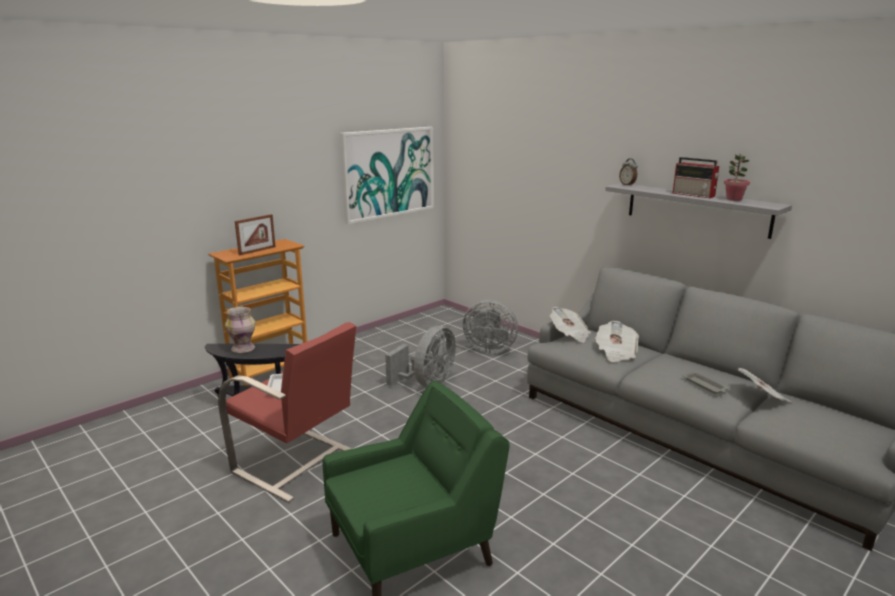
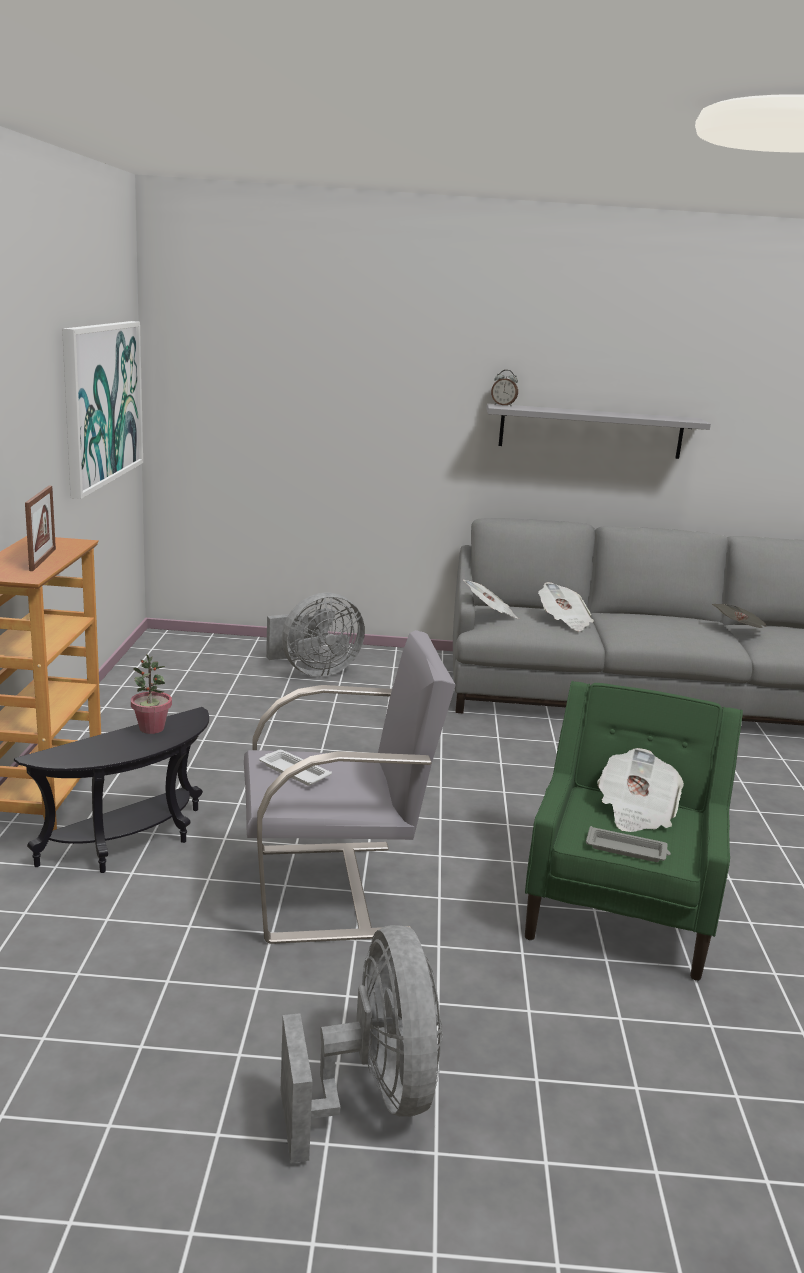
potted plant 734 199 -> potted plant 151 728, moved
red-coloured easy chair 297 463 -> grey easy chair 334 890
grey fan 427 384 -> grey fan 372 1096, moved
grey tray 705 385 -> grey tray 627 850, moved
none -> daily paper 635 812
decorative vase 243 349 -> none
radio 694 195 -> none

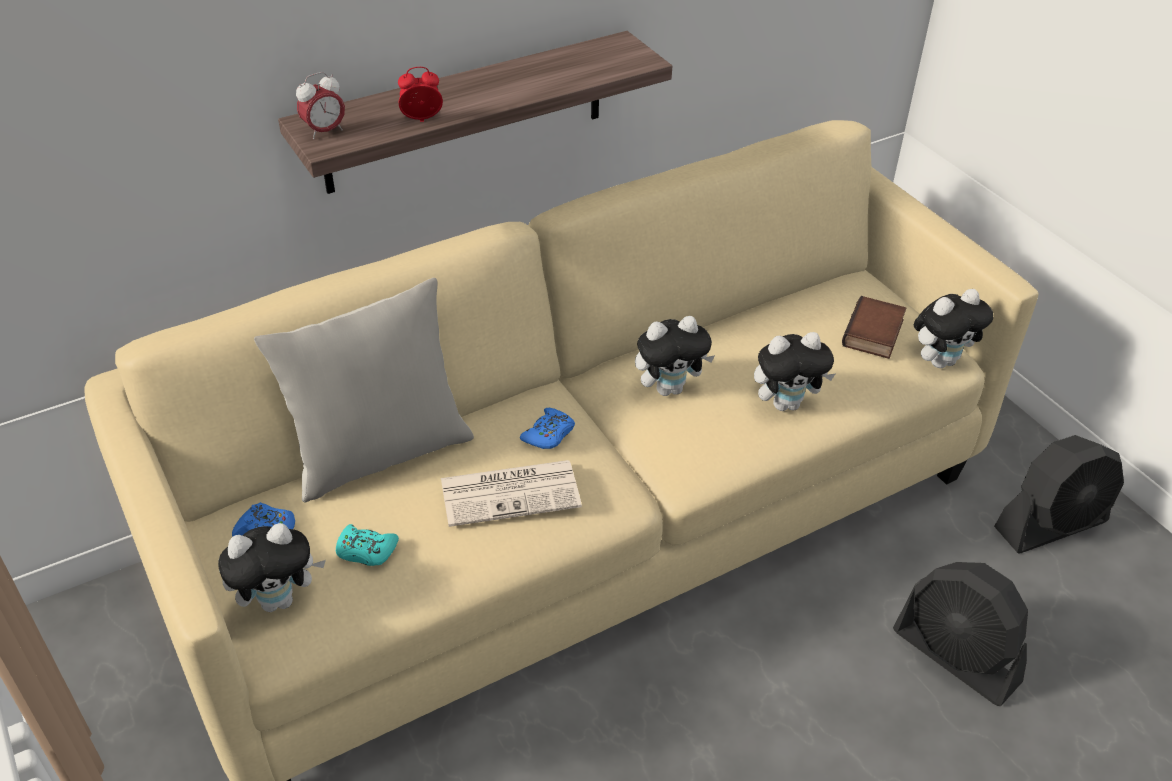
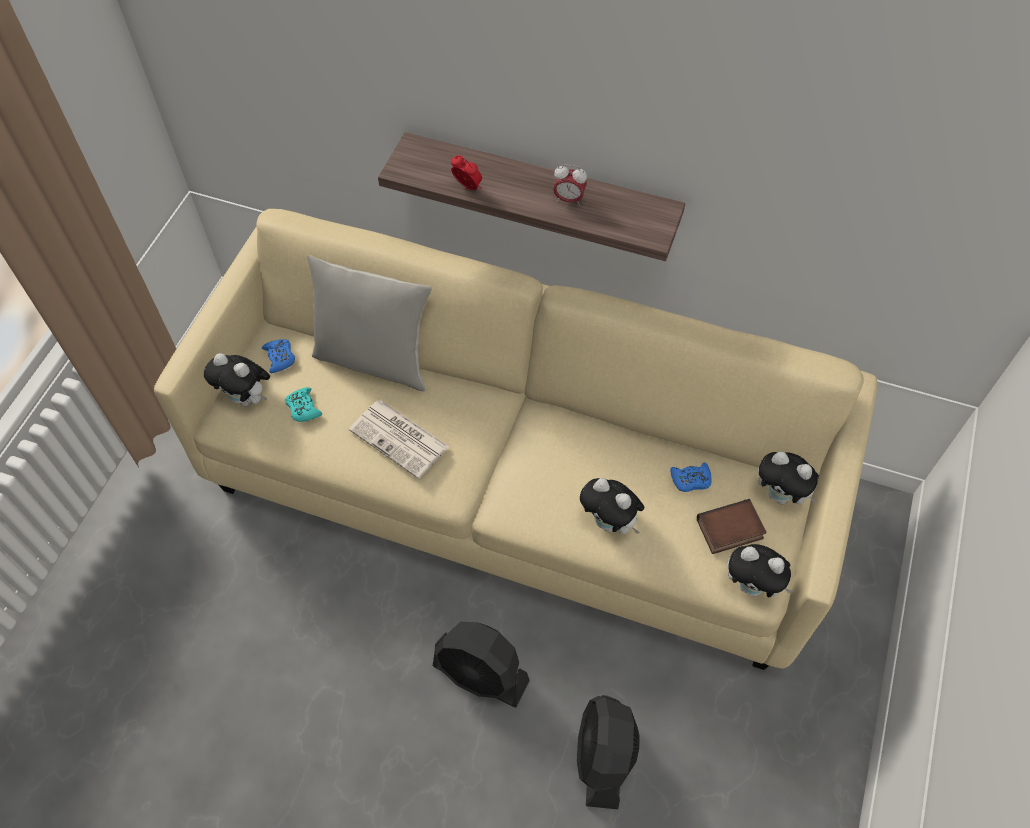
blackish fan 1051 525 -> blackish fan 481 674, moved
bedside clock 324 131 -> bedside clock 568 199, moved
blue game controller 549 434 -> blue game controller 691 480, moved
plush toy 669 388 -> plush toy 780 495, moved

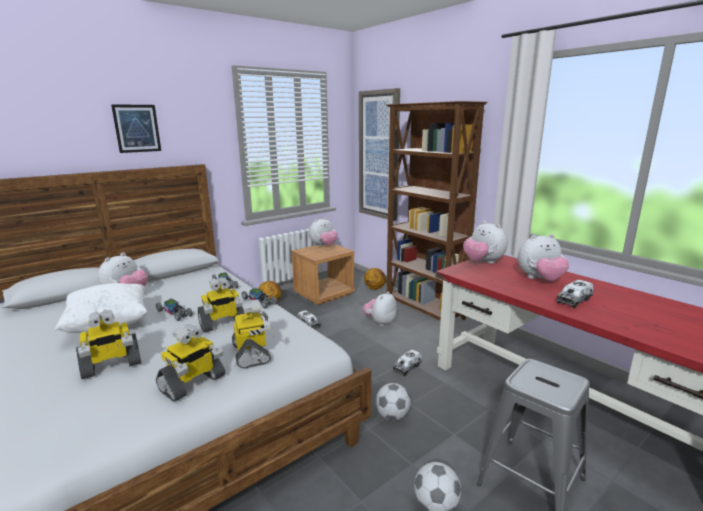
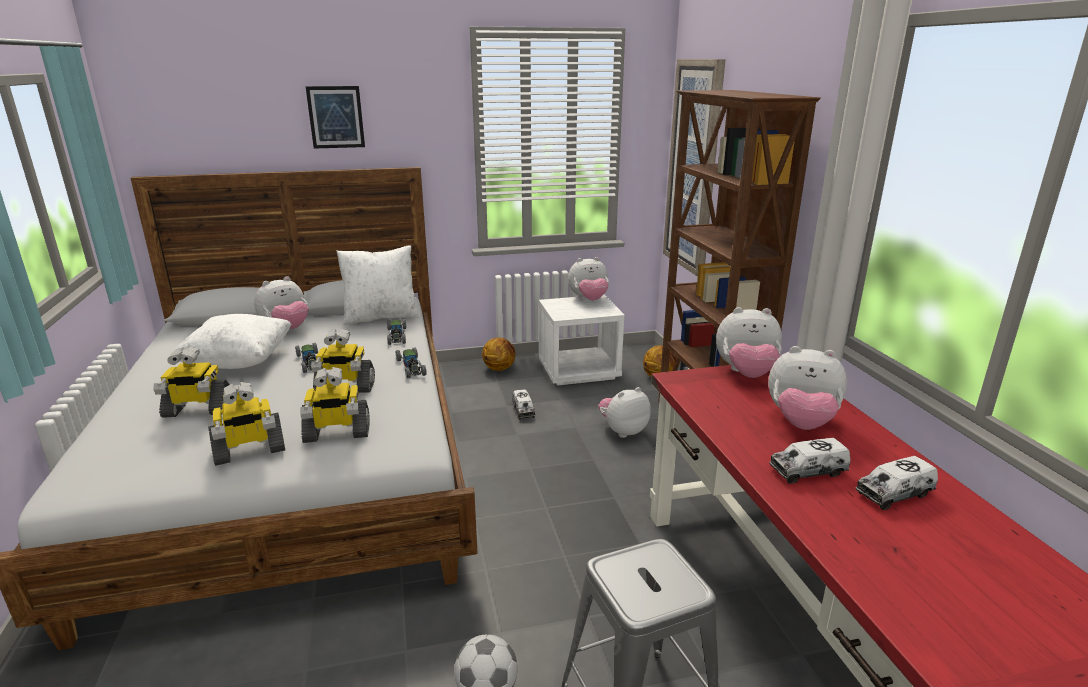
robot figure 252 353 -> robot figure 336 433, 75 degrees clockwise
none -> white-coloured pillow 381 317
brown-coloured nightstand 324 294 -> white-coloured nightstand 579 371
plush toy 483 262 -> plush toy 746 373, 75 degrees counterclockwise
toy lorry 407 367 -> toy lorry 894 493, moved
football 392 415 -> none

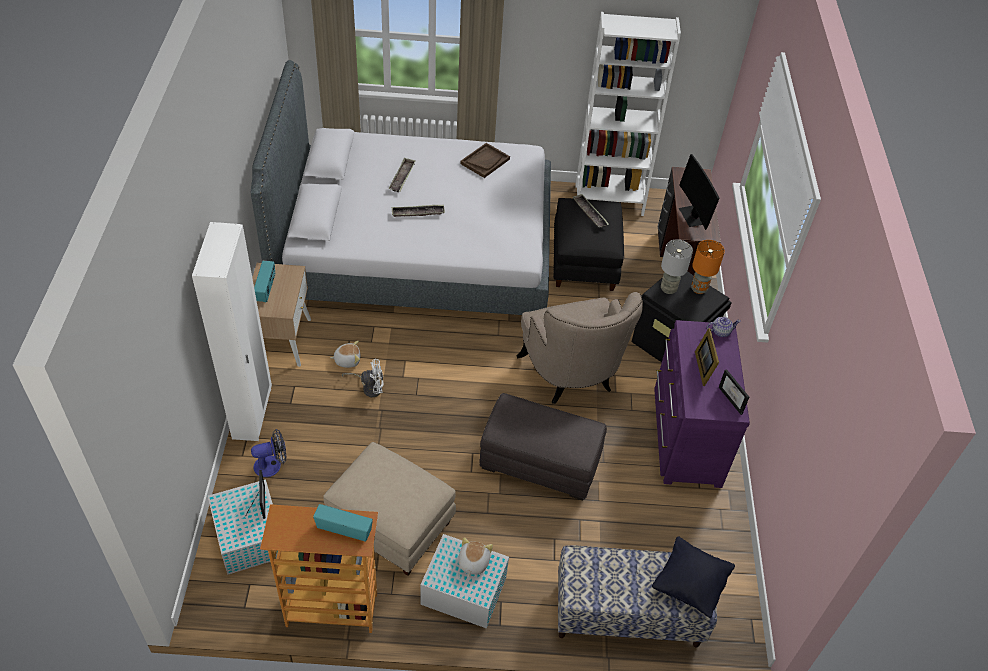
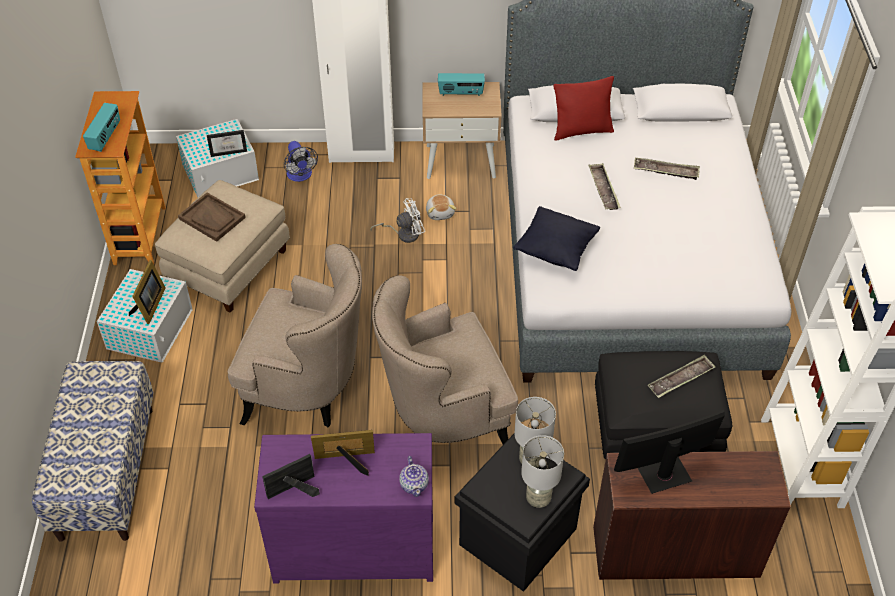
plush toy 473 562 -> photo frame 149 306
brown-coloured tray 485 161 -> brown-coloured tray 212 218, moved
grey ottoman 540 462 -> sand-coloured easy chair 308 388
white-coloured fan 369 387 -> white-coloured fan 404 234, 105 degrees counterclockwise
blackish pillow 690 584 -> blackish pillow 555 251, moved
orange lamp for a table 699 289 -> grey lamp for a table 538 499
none -> red-coloured pillow 581 131

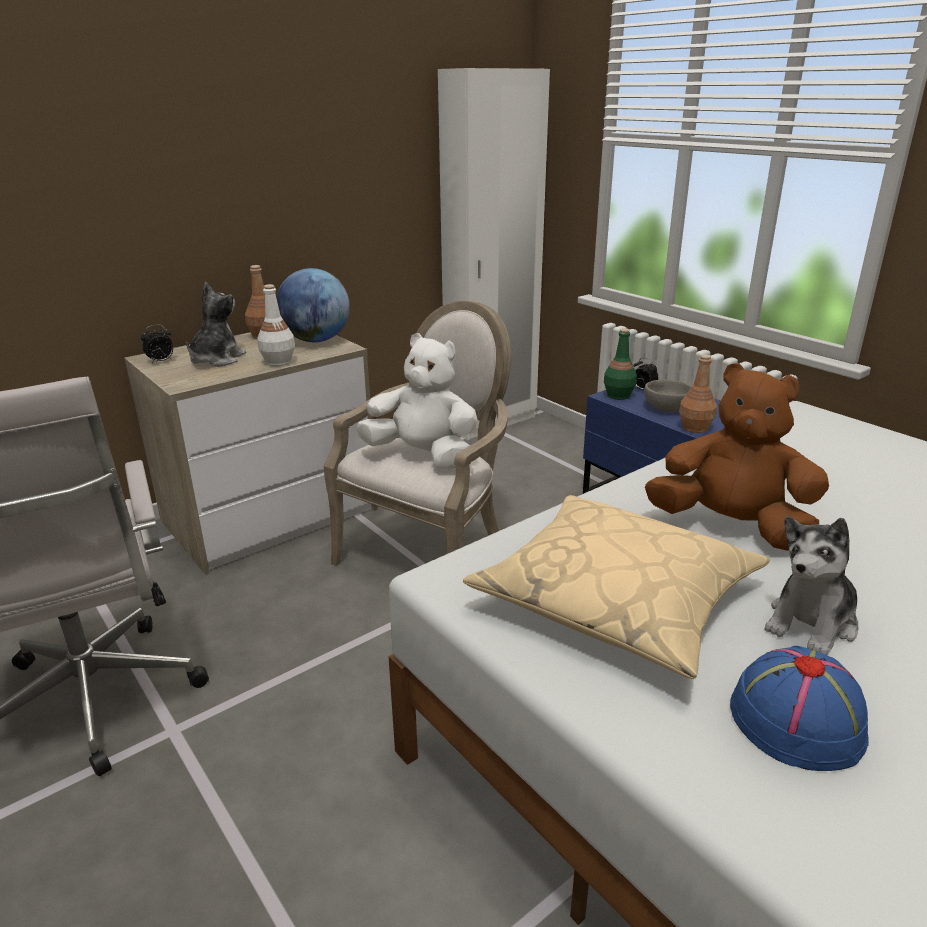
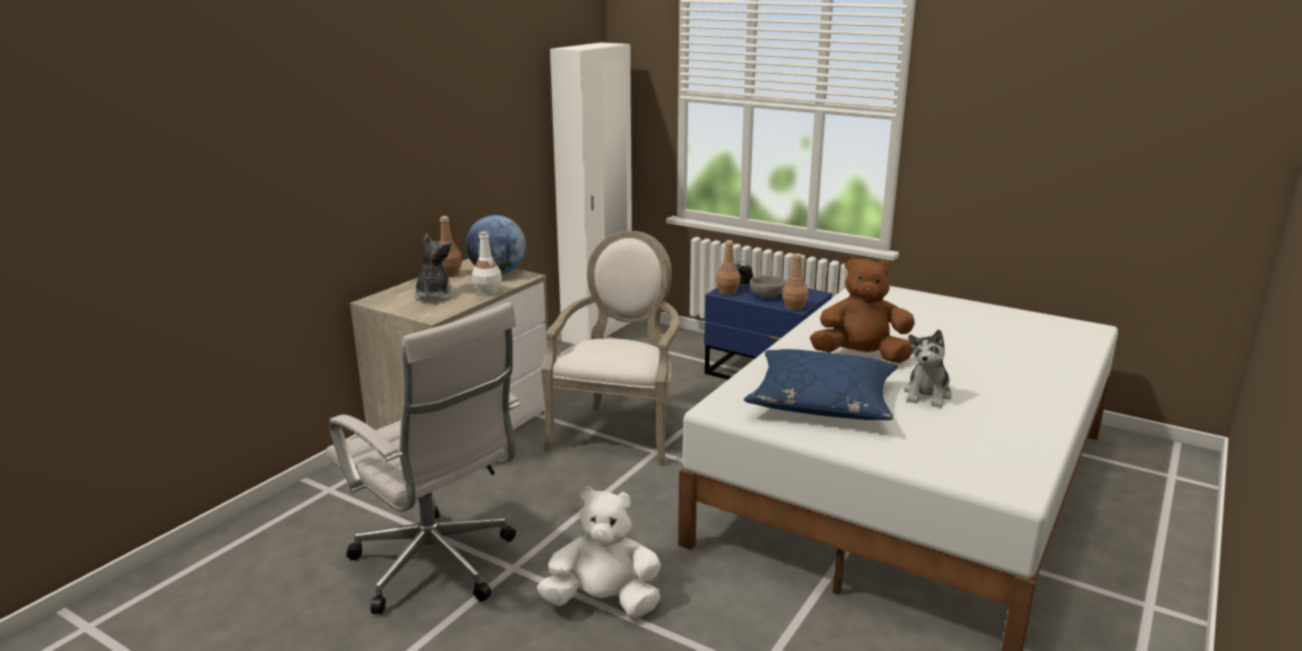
white-coloured plush toy 423 456 -> white-coloured plush toy 603 602, moved
green-coloured bottle 618 396 -> brown-coloured bottle 727 292
sand-coloured pillow 616 598 -> blue pillow 822 401
bedside clock 161 362 -> none
blue hat 797 718 -> none

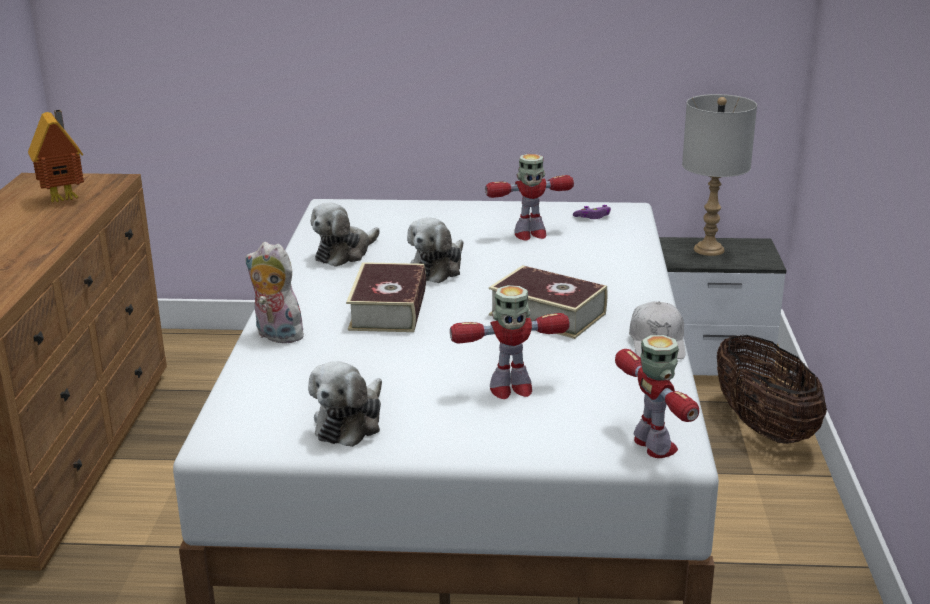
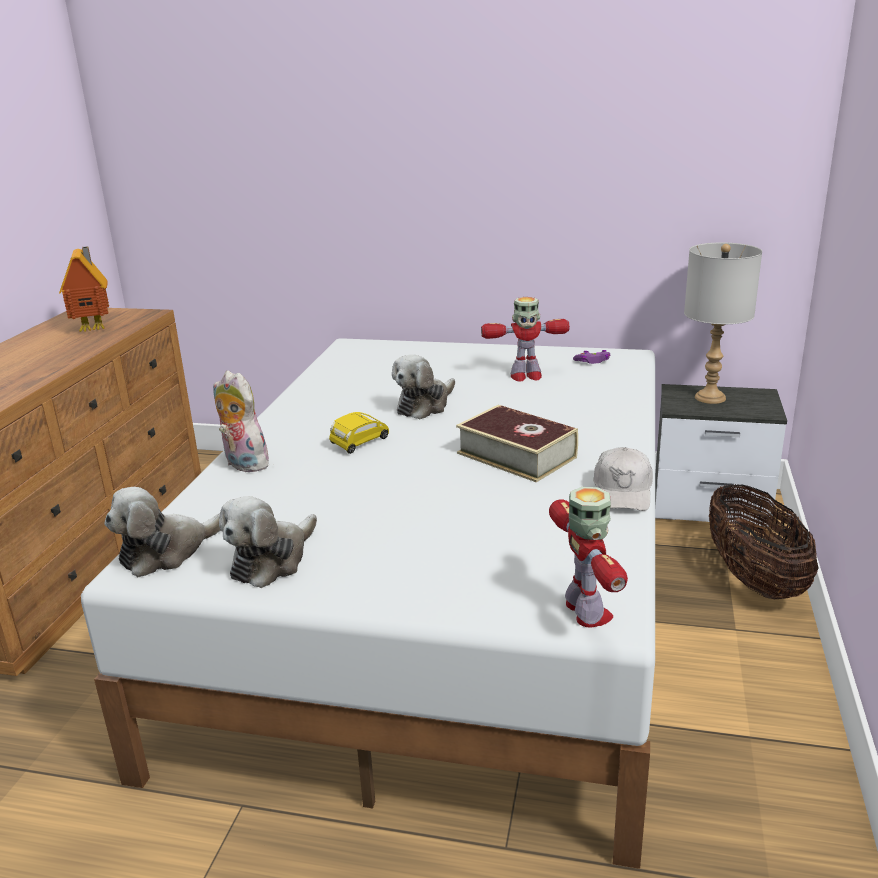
plush toy 344 253 -> plush toy 167 552, moved
volume 388 310 -> yellow model car 361 443
robot figure 510 389 -> none

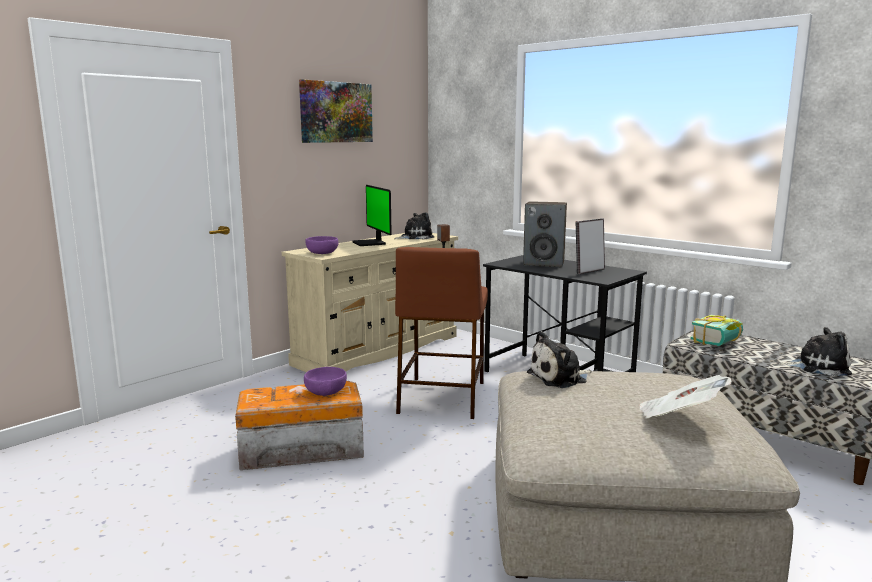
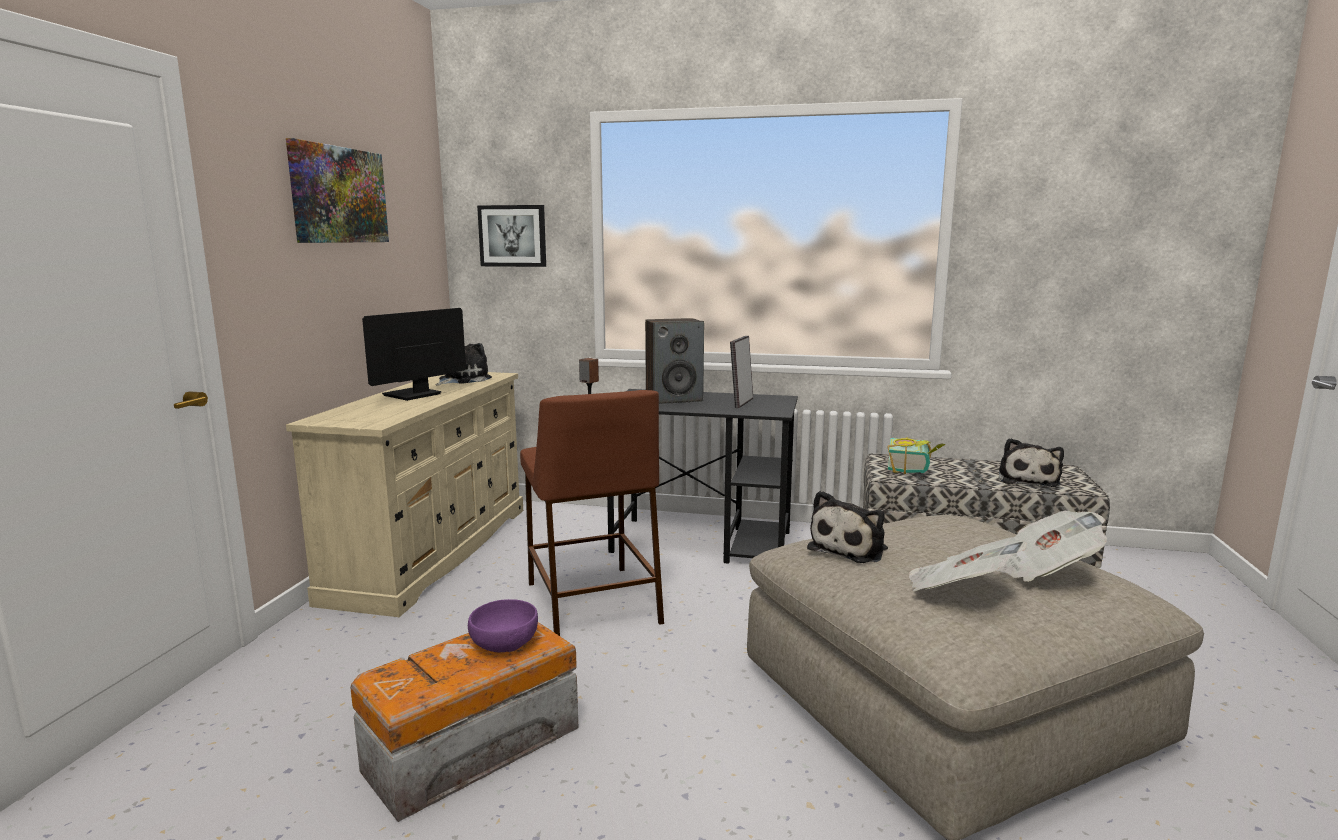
monitor 371 243 -> monitor 413 395, 90 degrees clockwise
none -> wall picture 513 236
none -> daily paper 958 591
plush toy 818 366 -> plush toy 1027 479, 120 degrees clockwise
purple-coloured serving bowl 322 253 -> none

